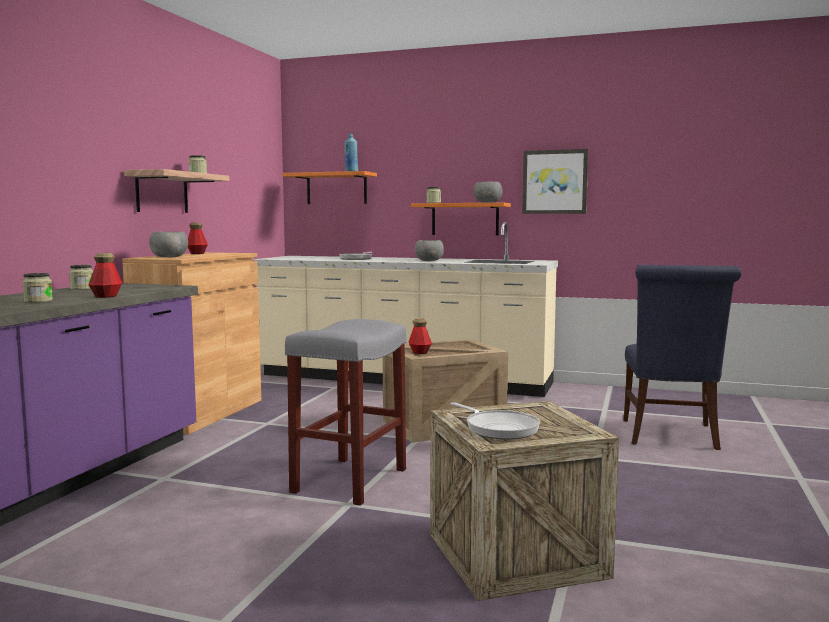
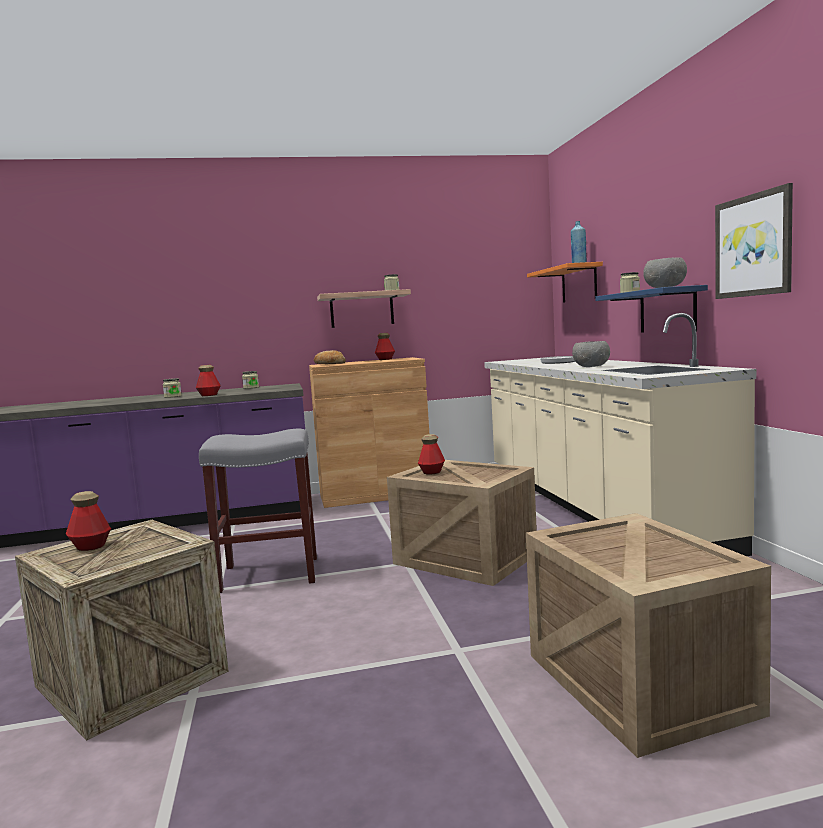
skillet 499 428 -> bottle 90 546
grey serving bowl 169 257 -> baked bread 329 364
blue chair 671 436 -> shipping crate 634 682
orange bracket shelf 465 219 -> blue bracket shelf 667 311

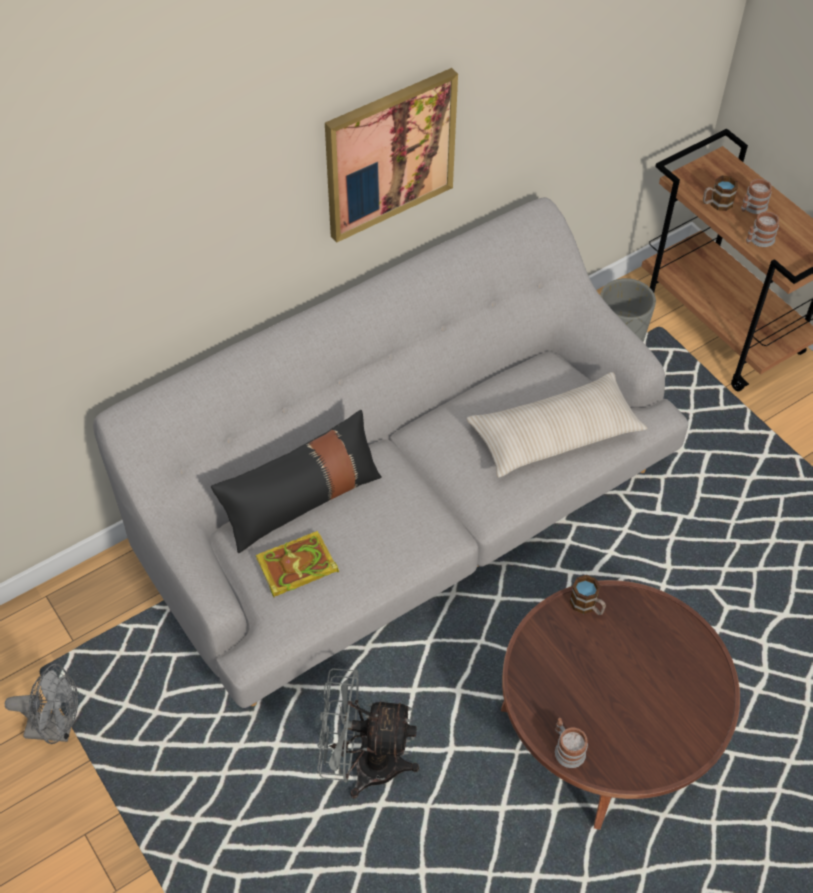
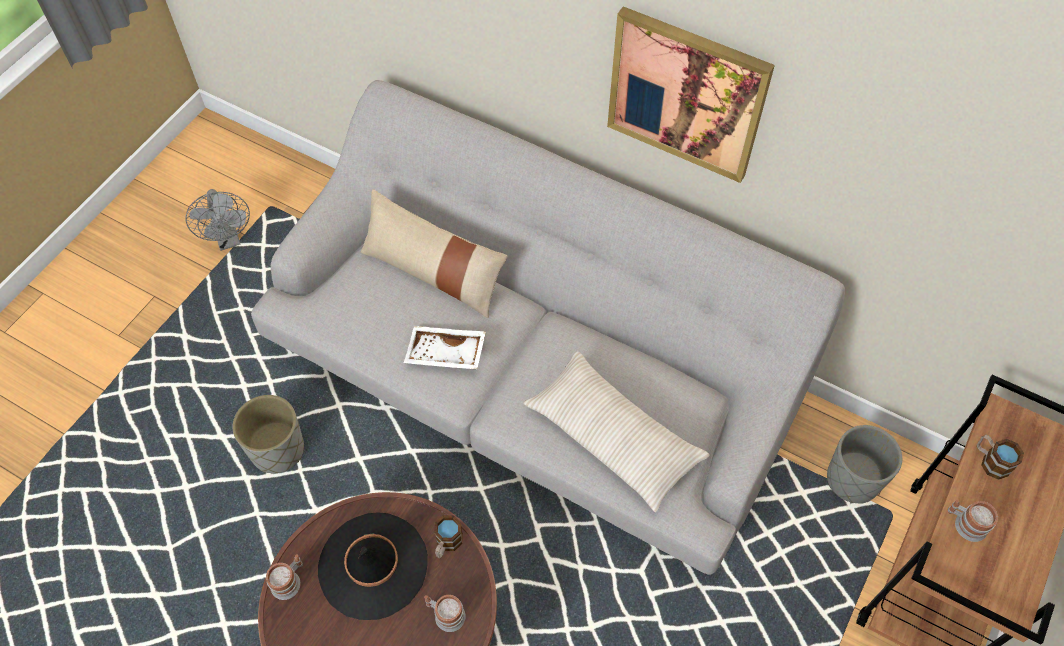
grey fan 363 764 -> grey flower pot 277 450
none -> blackish hat 373 566
blackish pillow 302 501 -> sand-coloured pillow 433 272
none -> white-coloured tray 445 354
mug 751 208 -> mug 445 614, moved
volume 295 568 -> none

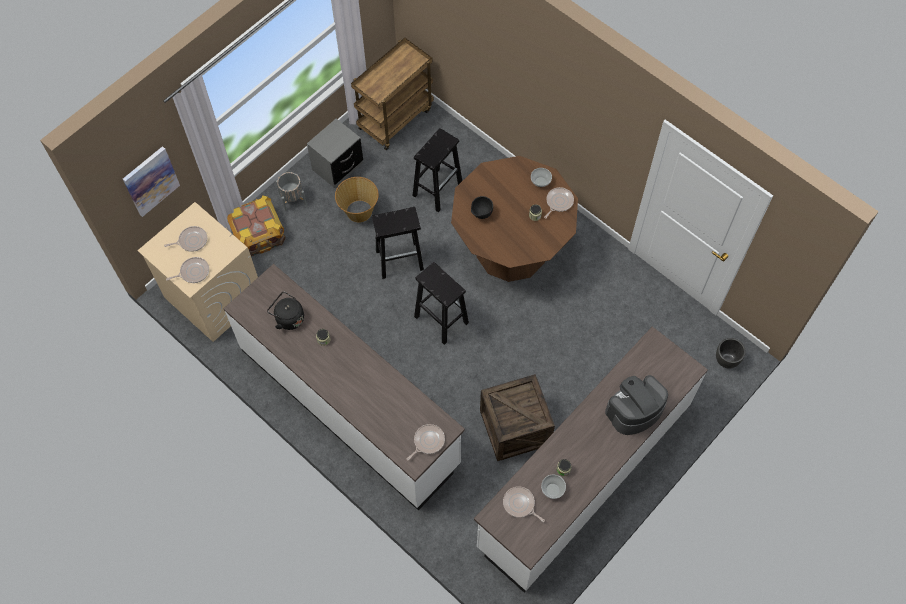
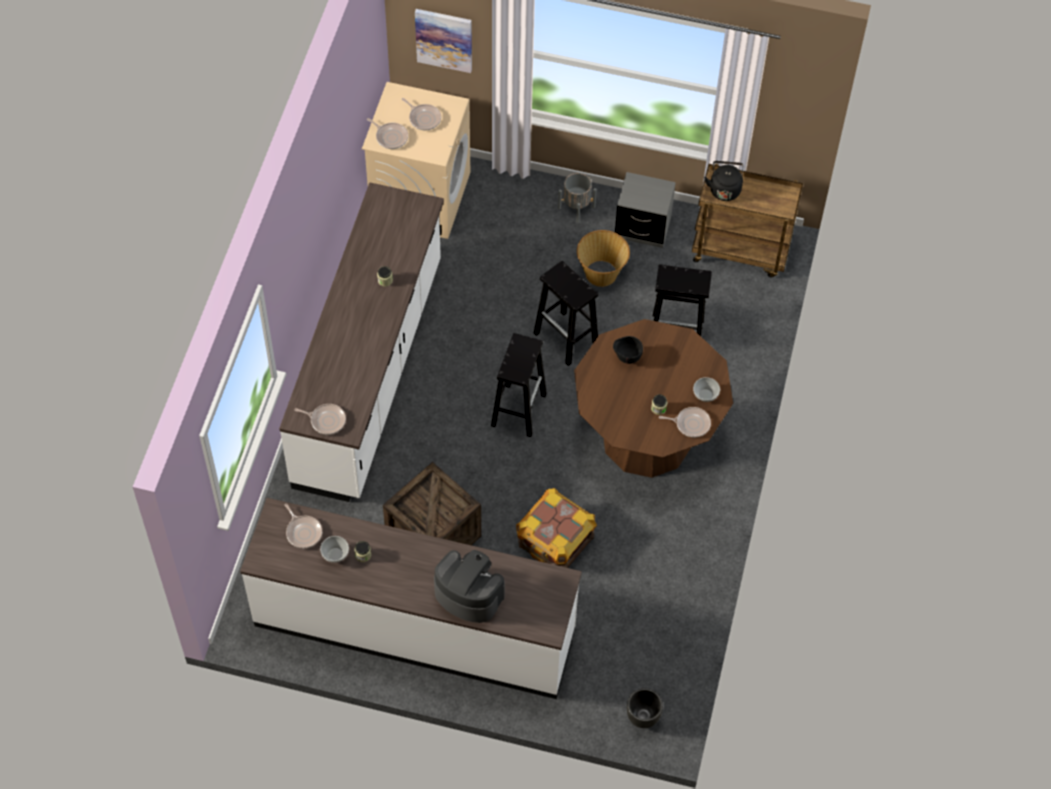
skillet 520 504 -> skillet 303 532, 135 degrees clockwise
shipping crate 257 233 -> shipping crate 555 538, moved
blackish kettle 288 318 -> blackish kettle 724 189, moved

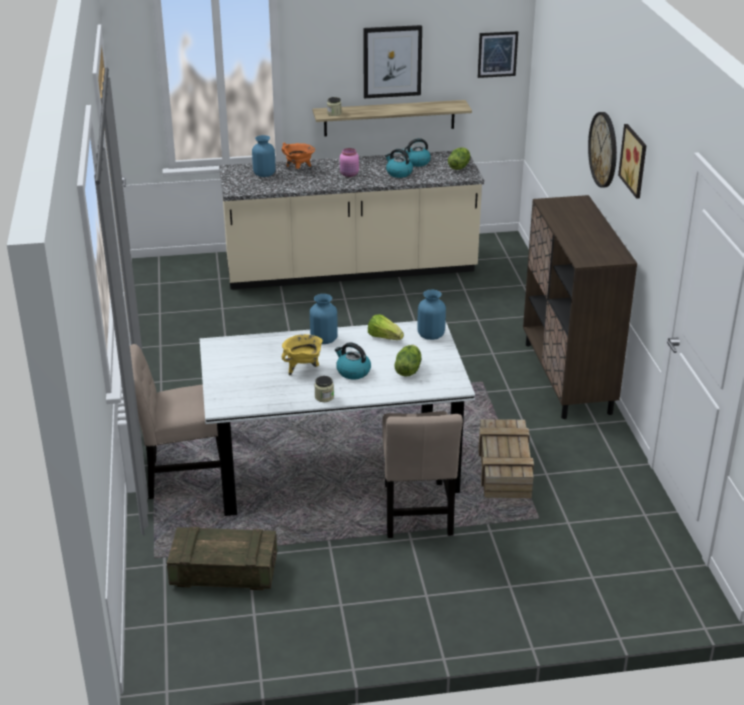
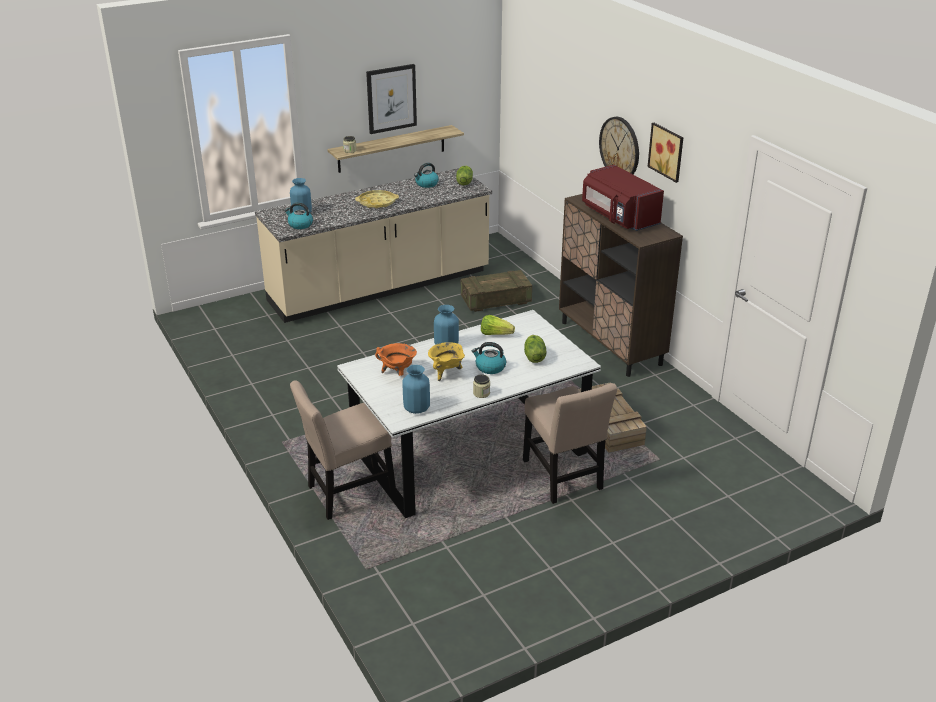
kettle 398 173 -> kettle 300 225, moved
pinkish jar 349 174 -> yellow tray 377 202
orange saucepot 299 169 -> orange saucepot 397 373, moved
blue decorative vase 431 335 -> blue decorative vase 416 408, moved
shipping crate 224 572 -> shipping crate 495 300, moved
none -> red-coloured microwave oven 618 217
wall picture 497 54 -> none

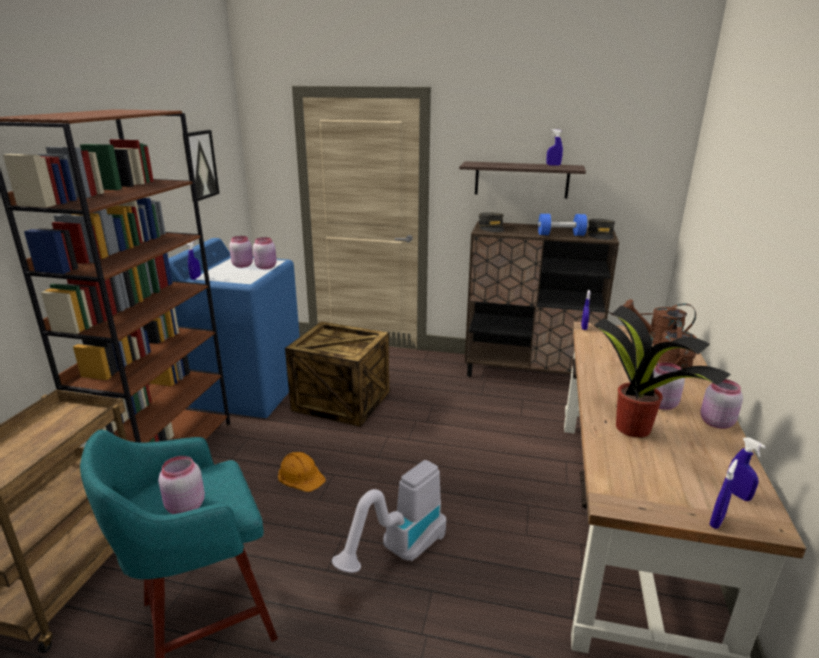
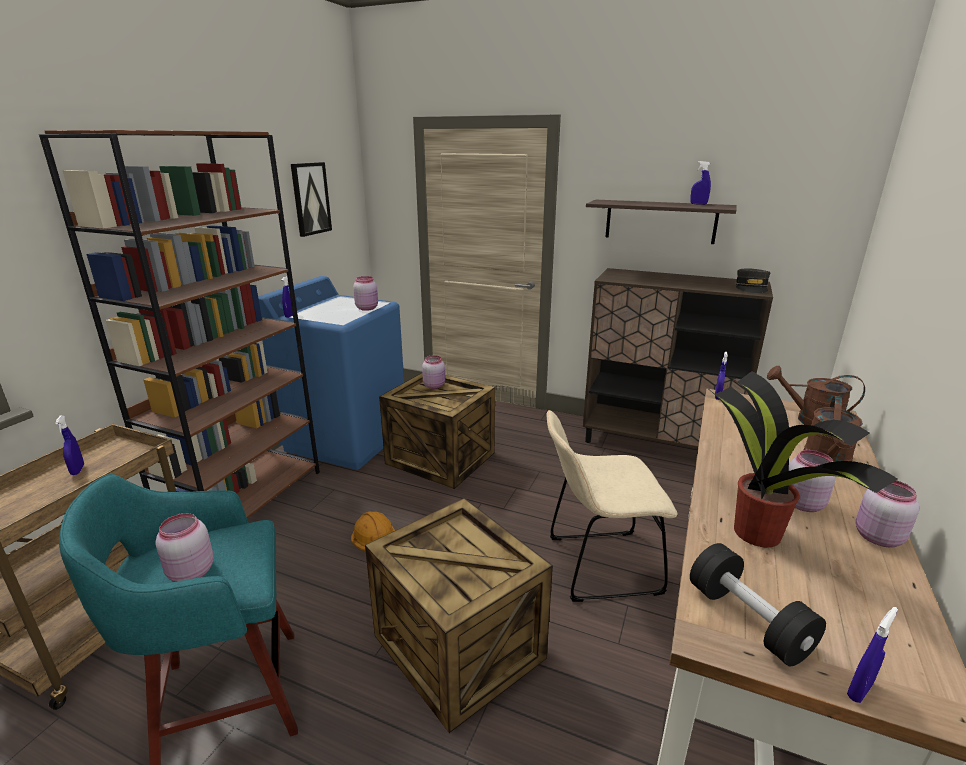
blue hand sprayer 737 494 -> blue hand sprayer 77 470, moved
vacuum cleaner 399 553 -> shipping crate 461 646
pinkish jar 243 265 -> pinkish jar 434 386, moved
none -> sand-coloured chair 597 565
none -> blackish dumbbell 747 620
grey peaked cap 491 228 -> none
blue dumbbell 561 235 -> none

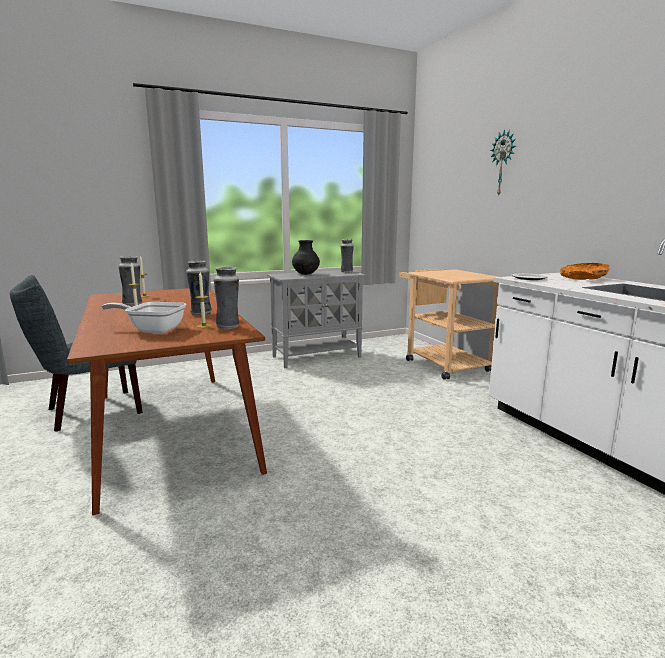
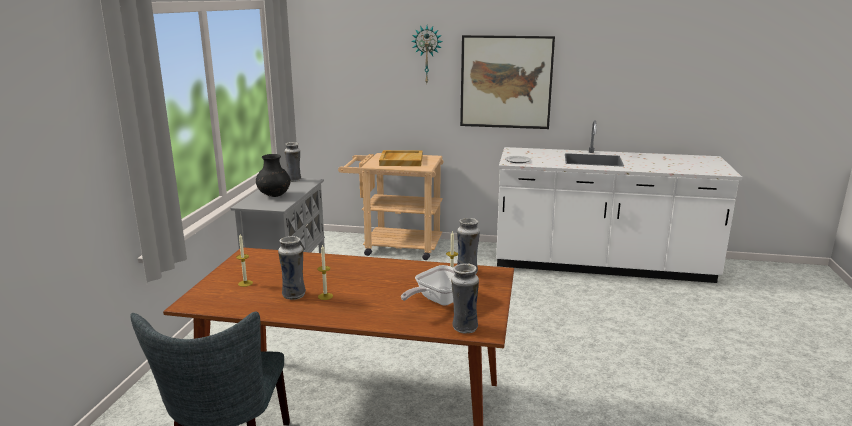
none -> sand-coloured tray 401 160
decorative vase 200 314 -> decorative vase 464 328, moved
none -> wall picture 506 82
orange serving bowl 583 278 -> none

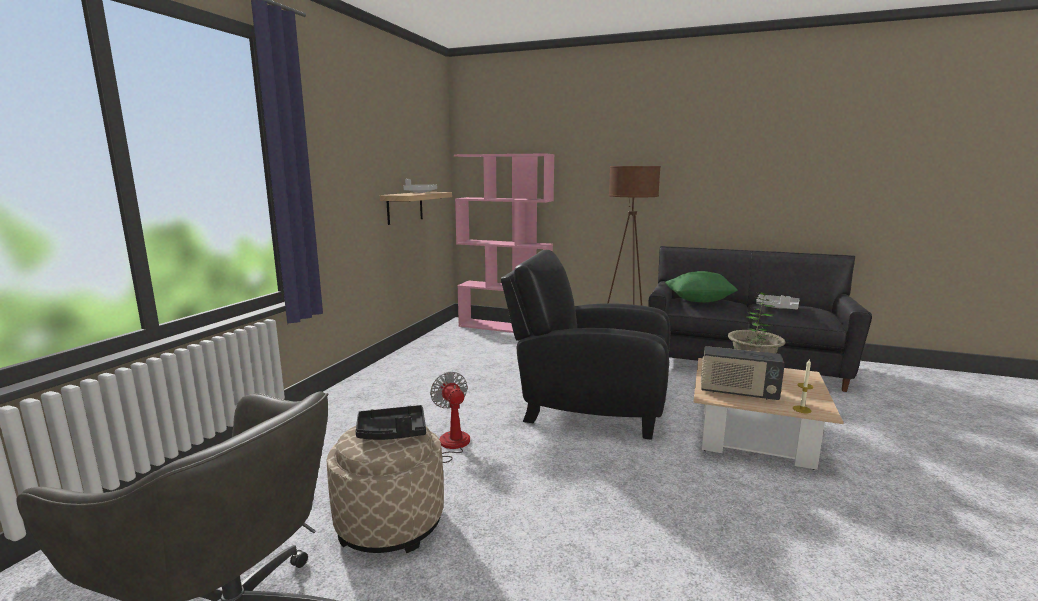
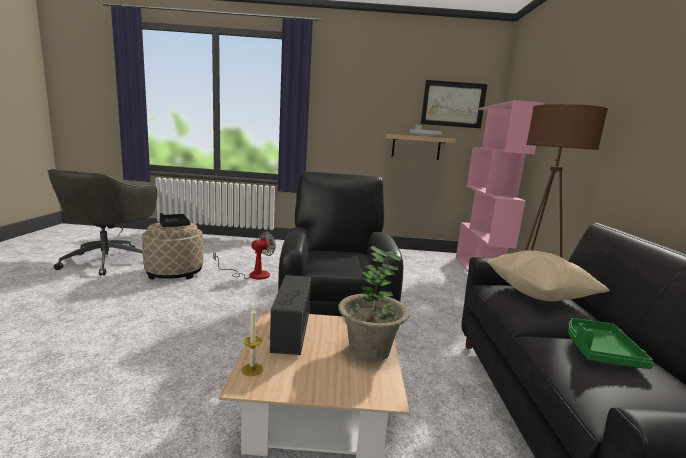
none -> wall picture 453 104
green-coloured pillow 699 300 -> sand-coloured pillow 538 295
grey tray 777 307 -> green-coloured tray 599 351

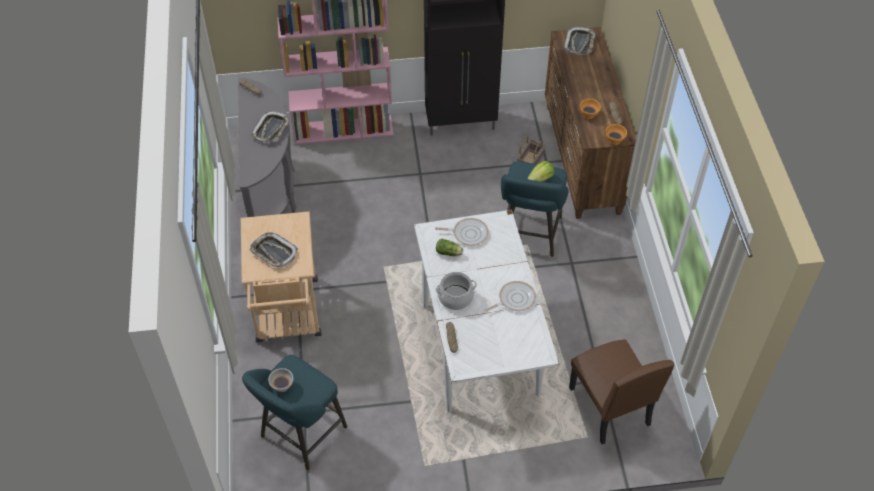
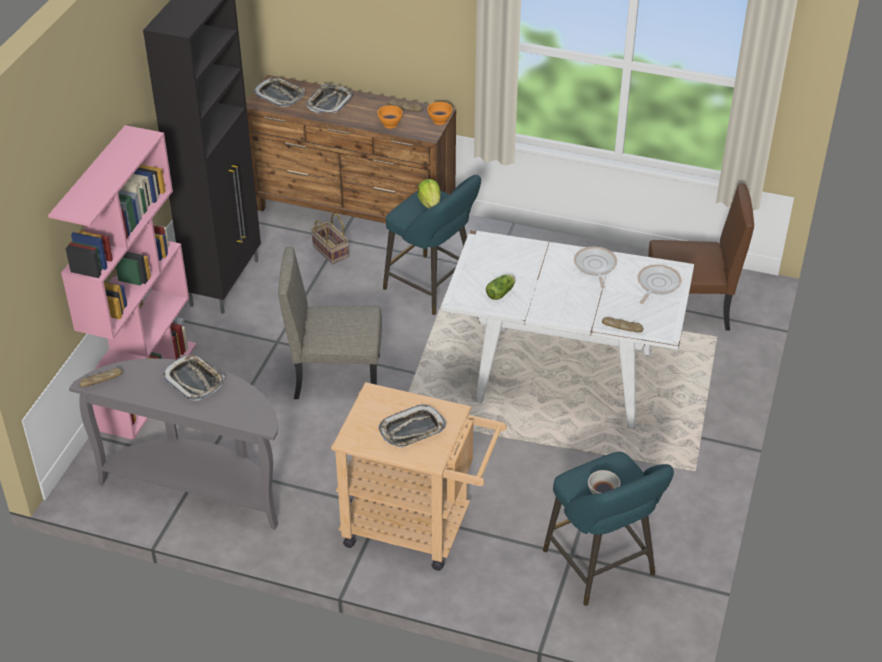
none -> sand-coloured chair 337 376
none -> tray 329 102
skillet 468 233 -> skillet 657 284, moved
saucepot 455 297 -> none

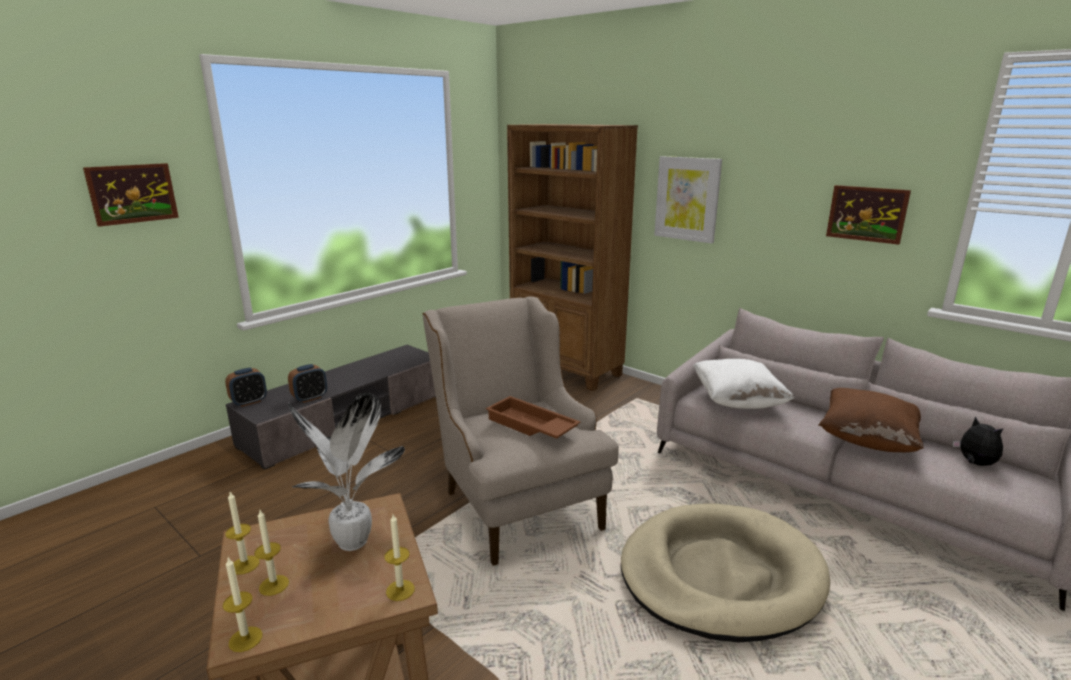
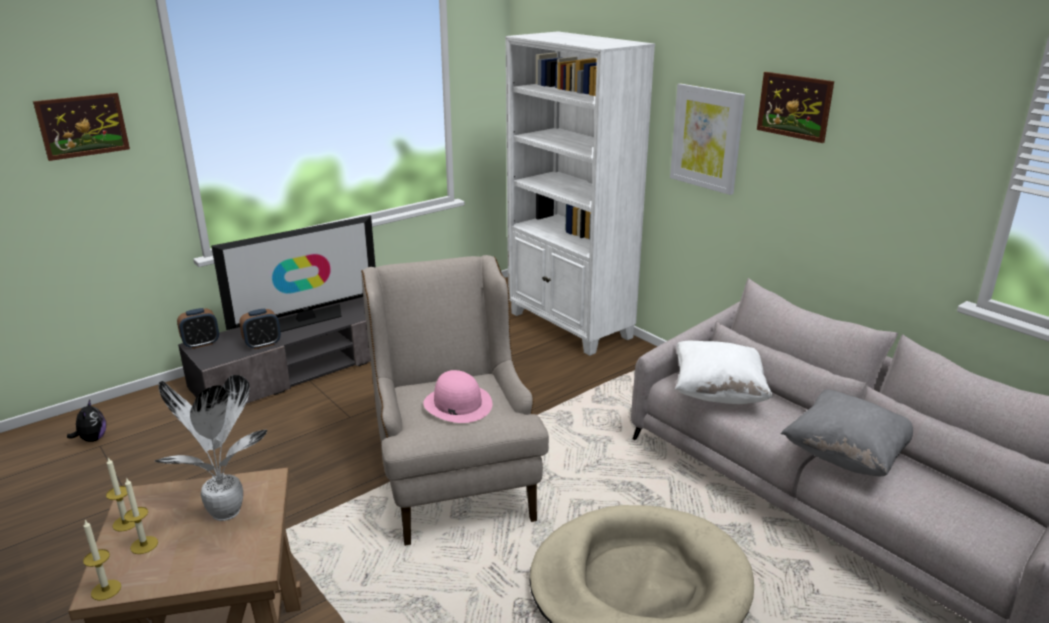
plush toy 974 463 -> plush toy 92 439, moved
none -> TV 306 319
brown-coloured tray 530 426 -> pinkish hat 457 404
brown-coloured shelving unit 566 370 -> white-coloured shelving unit 570 326
wall picture 866 214 -> wall picture 794 106, moved
brown-coloured pillow 867 440 -> grey pillow 846 455
candle 400 590 -> none

